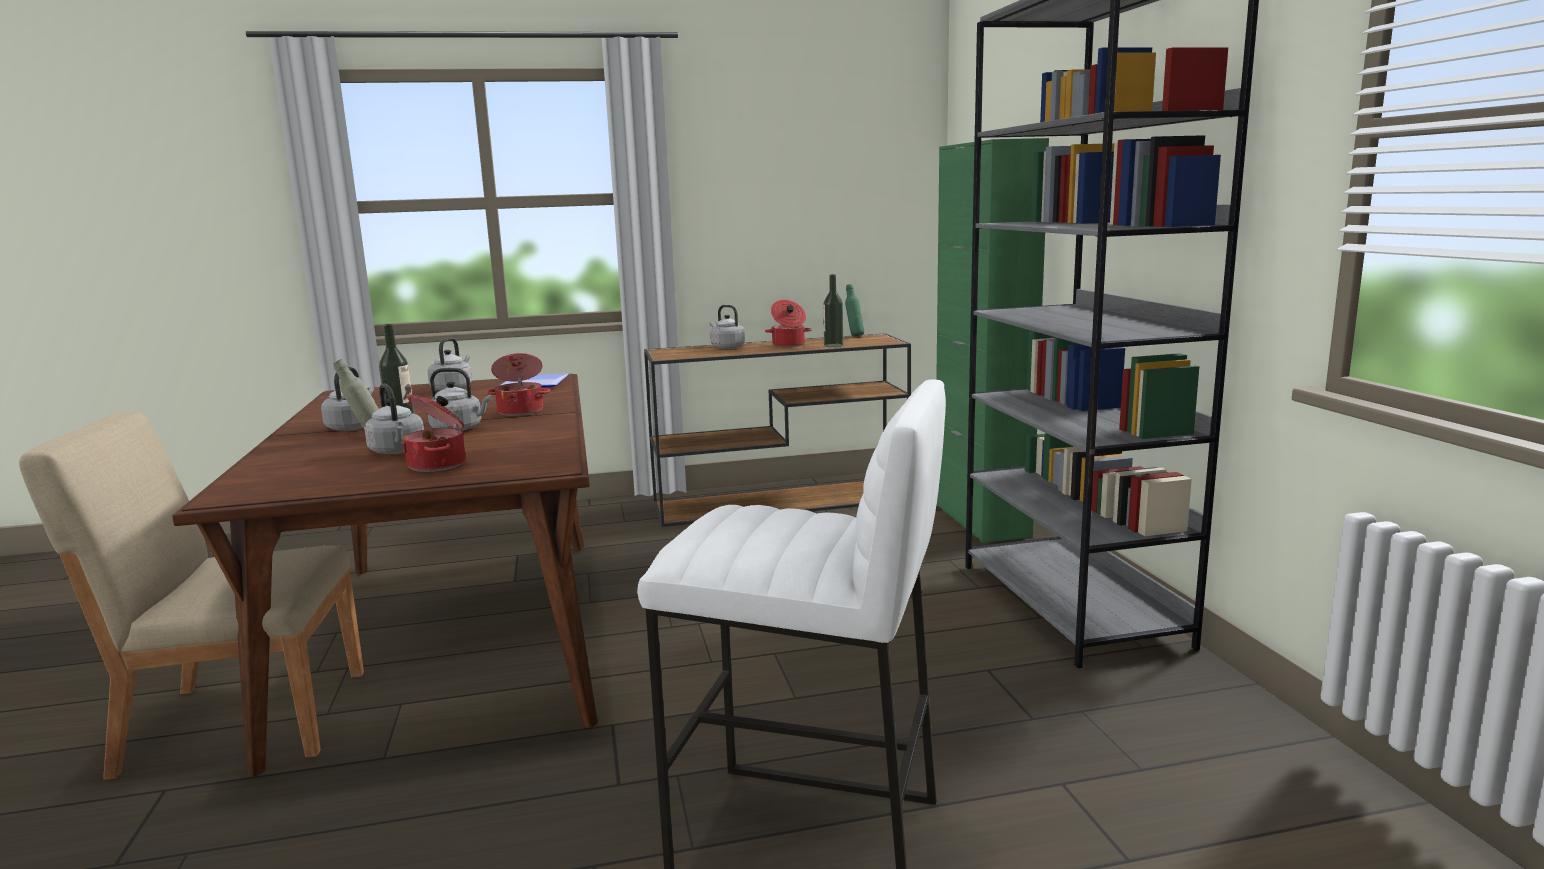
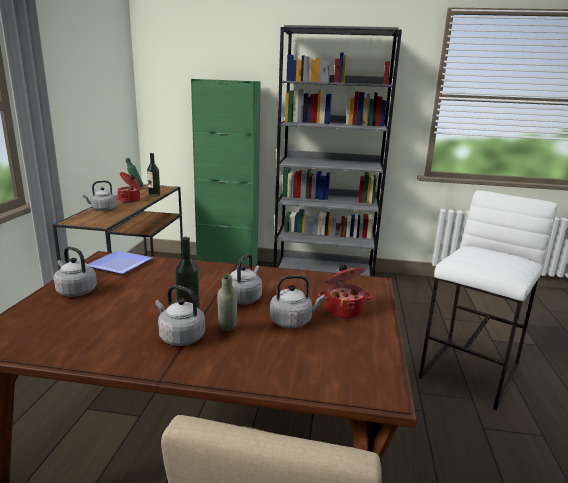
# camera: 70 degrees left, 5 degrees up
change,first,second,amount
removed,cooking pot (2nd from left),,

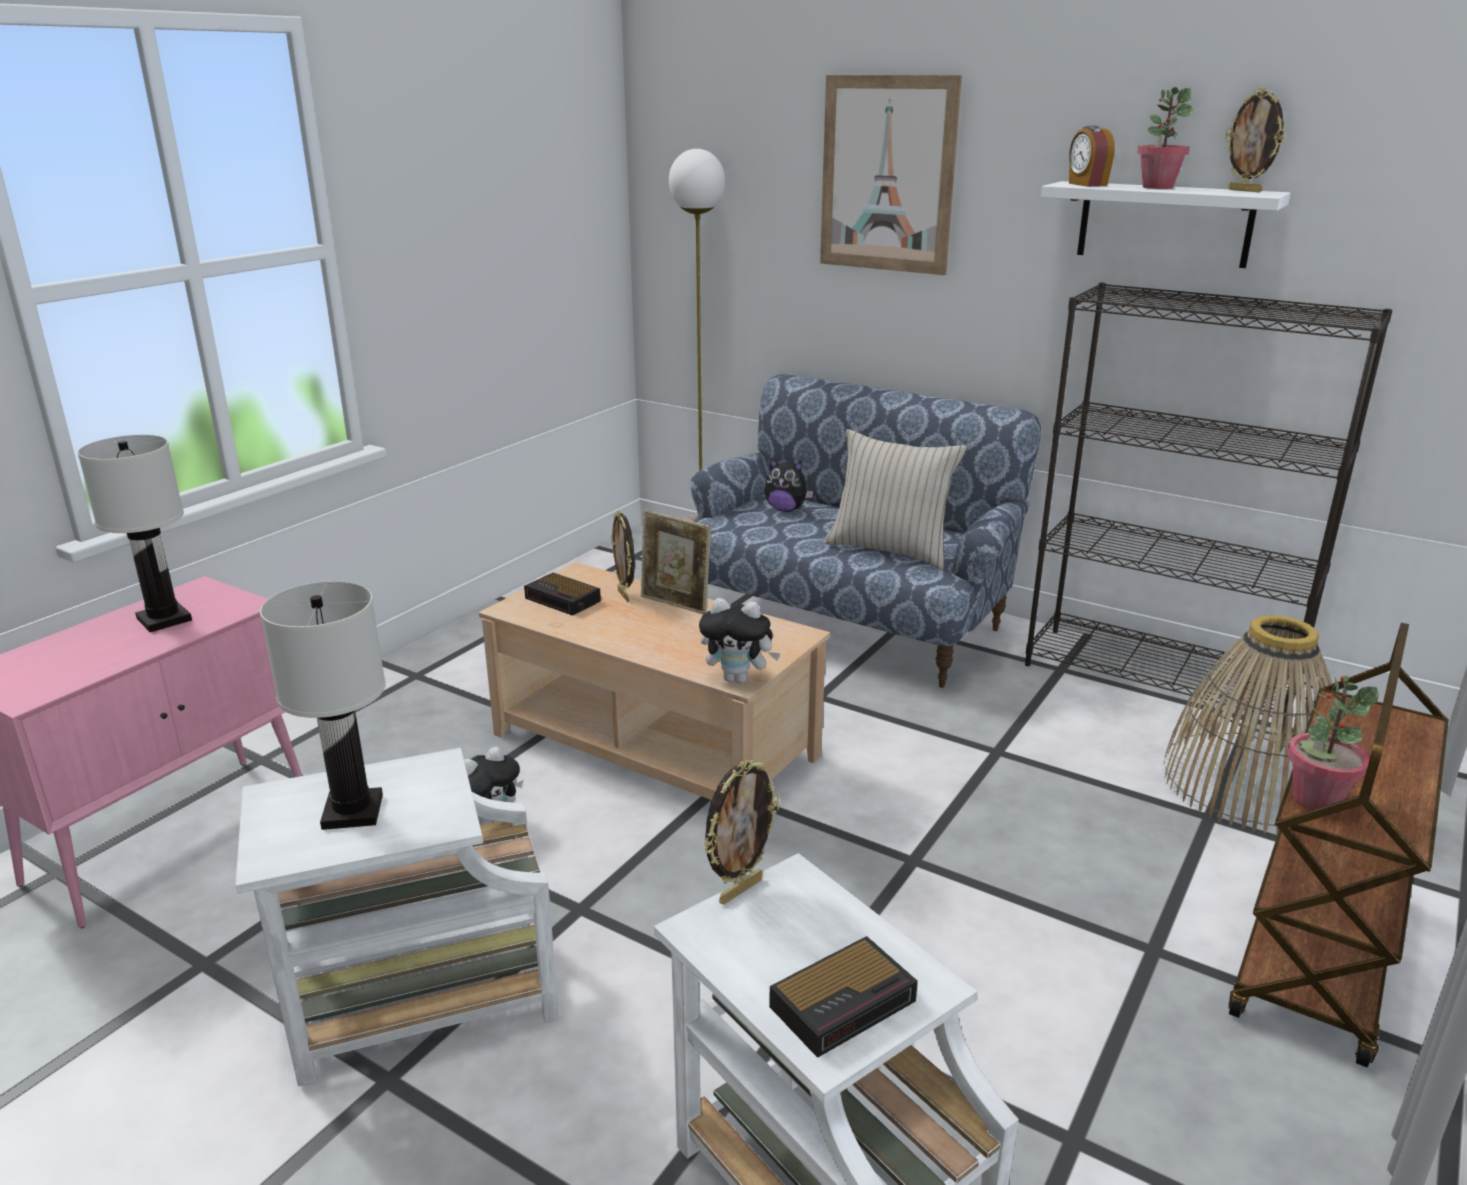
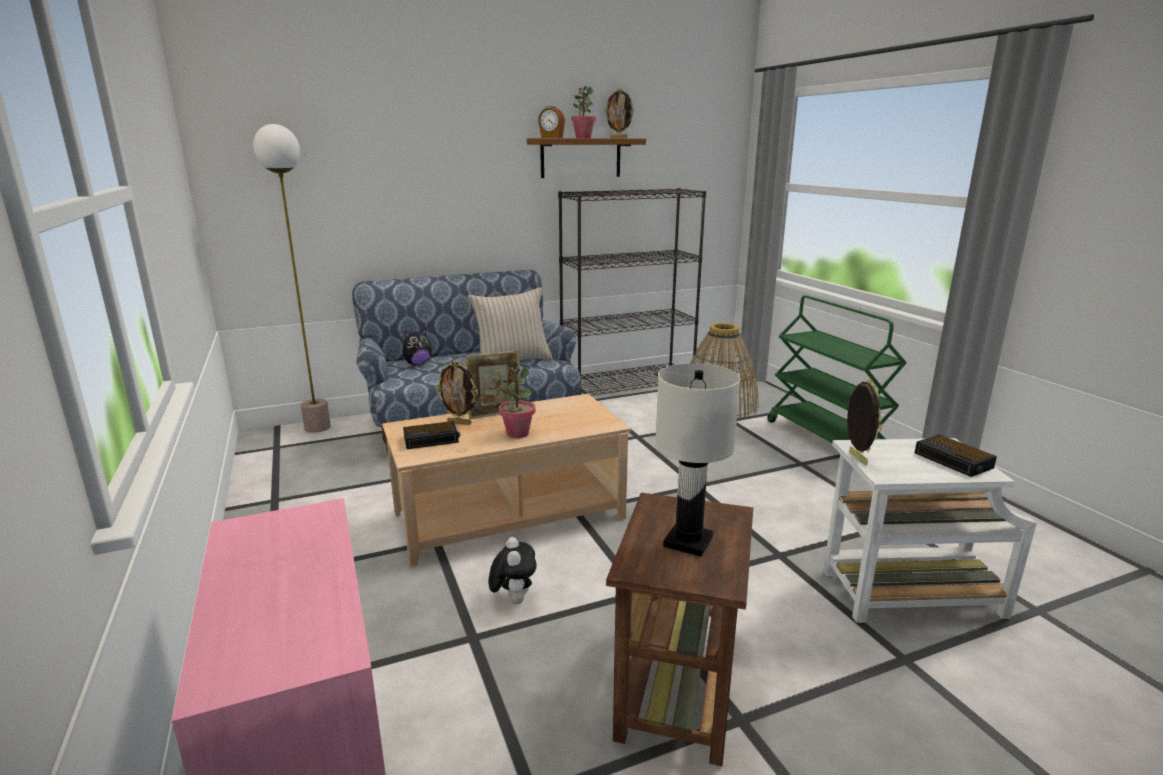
# camera: 55 degrees left, 5 degrees down
change,first,second,amount
moved,potted plant (2nd from left in the first image),potted plant (1st from left),
recoloured,white shelf,brown shelf,
recoloured,white side table (1st from left),brown side table,
recoloured,brown cart,green cart,
turned,alarm clock (2nd from left in the first image),alarm clock (3rd from left),150 degrees clockwise
removed,white table lamp (1st from left),,
removed,plush toy (2nd from left),,
removed,picture,,

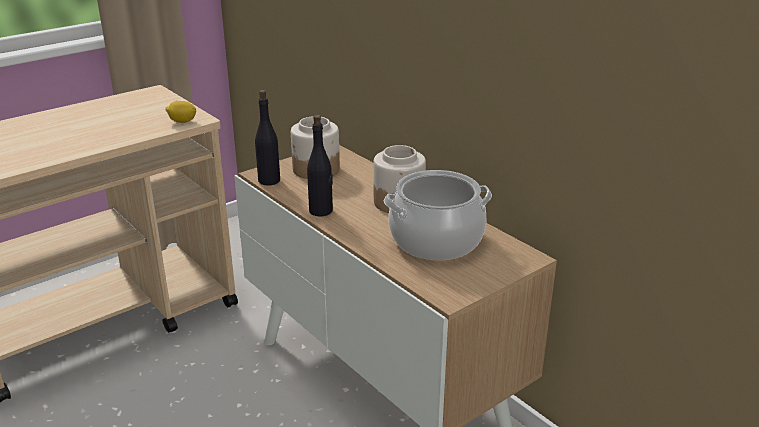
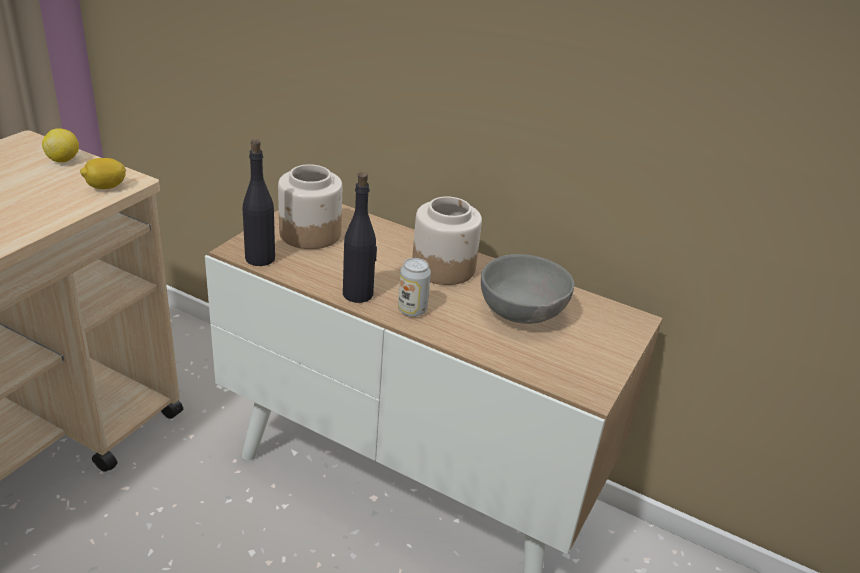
# camera: 25 degrees left, 5 degrees up
change,first,second,amount
added,,lemon (1st from left),
added,,can,
replaced,cooking pot,grey bowl,

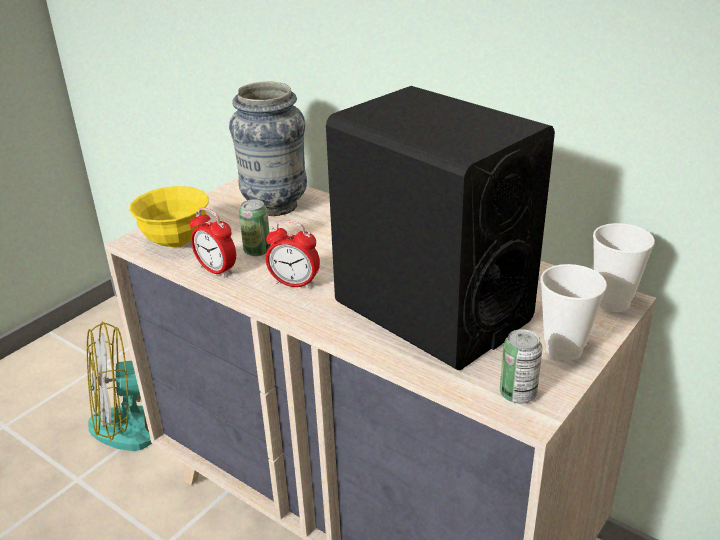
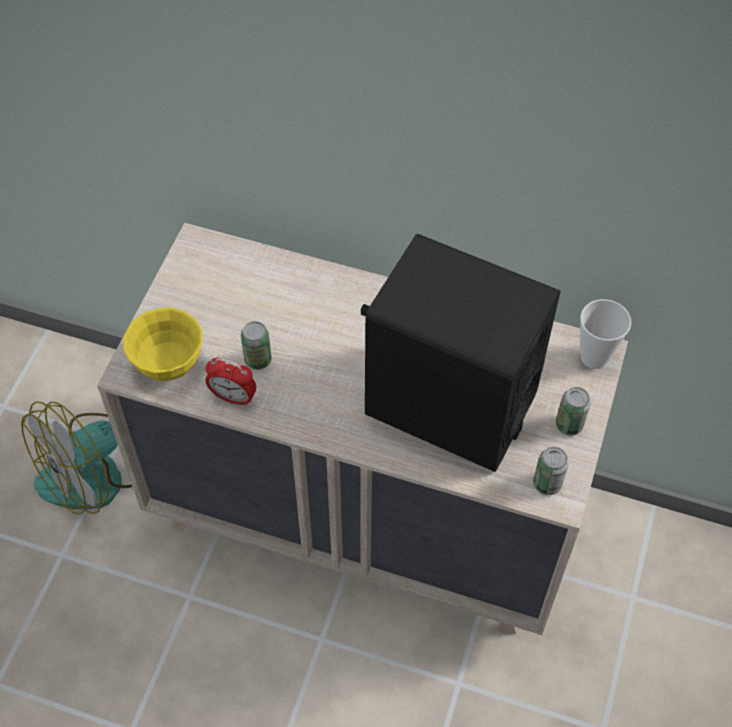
# camera: 20 degrees left, 25 degrees up
change,first,second,amount
replaced,cup (1st from left),can (3rd from left),
removed,vase,,
removed,alarm clock (2nd from left),,

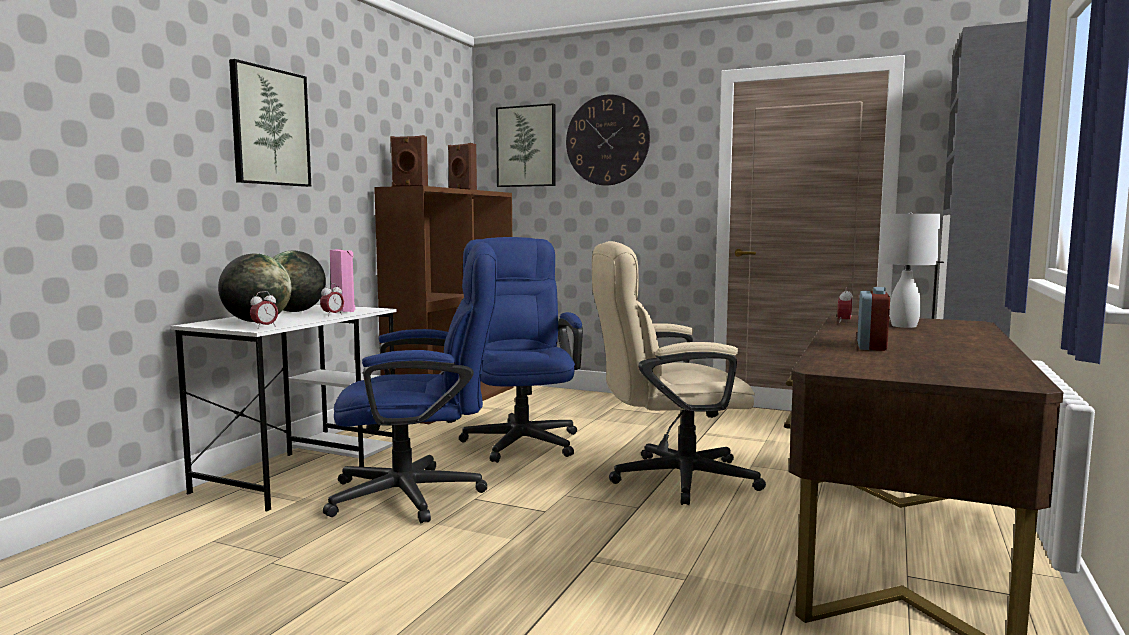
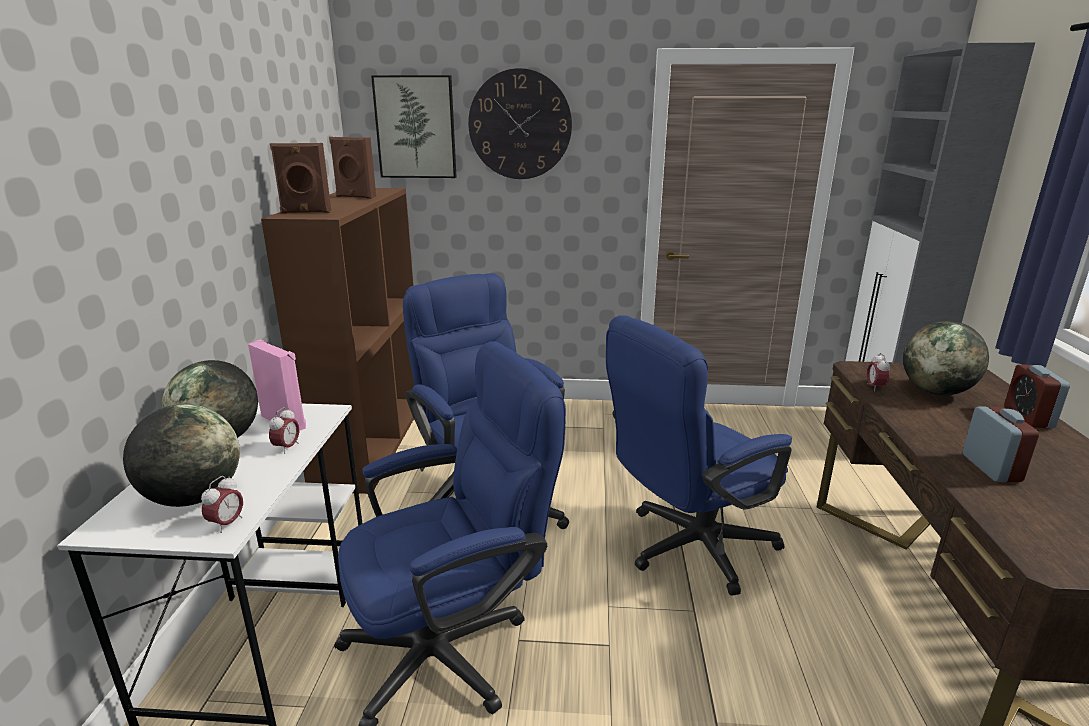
# camera: 20 degrees left, 15 degrees up
change,first,second,amount
recoloured,beige office chair,blue office chair (3rd from left),
replaced,white table lamp,globe (3rd from left),
added,,alarm clock (5th from left),
removed,picture (1st from left),,

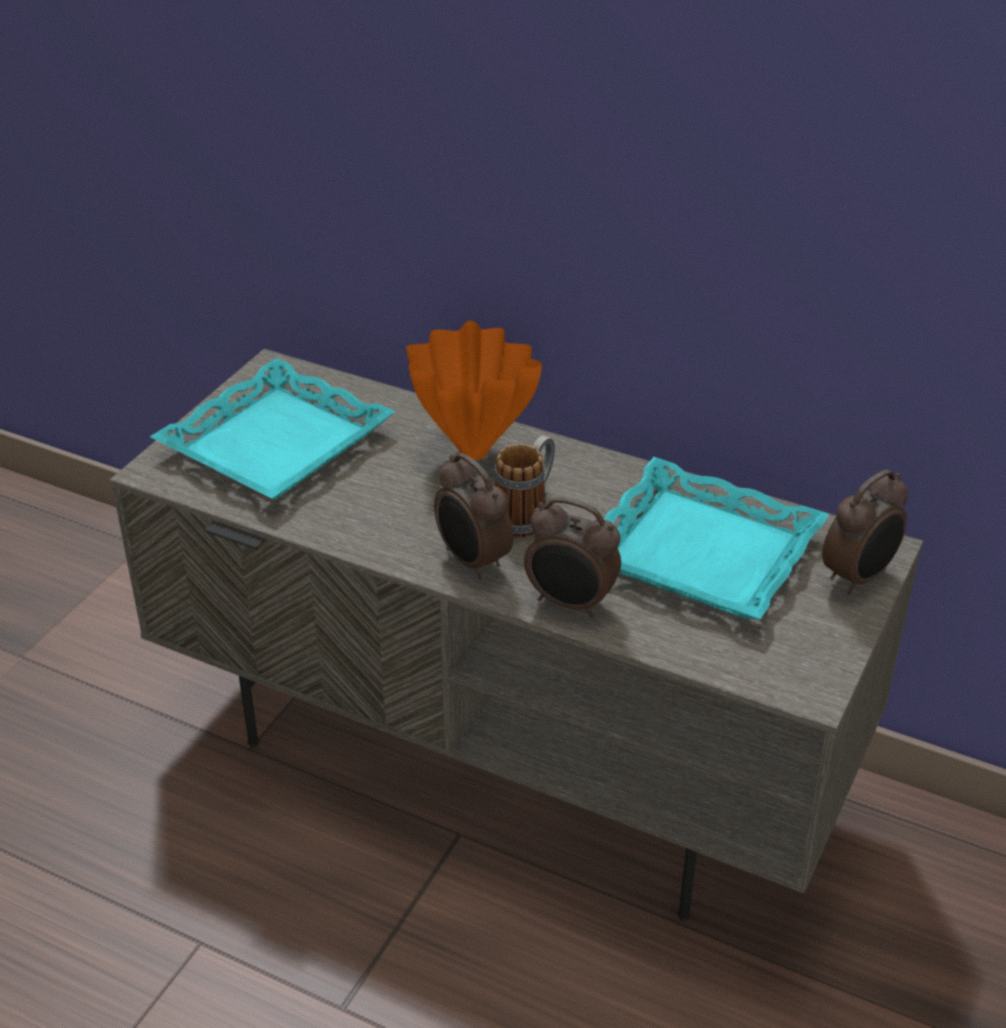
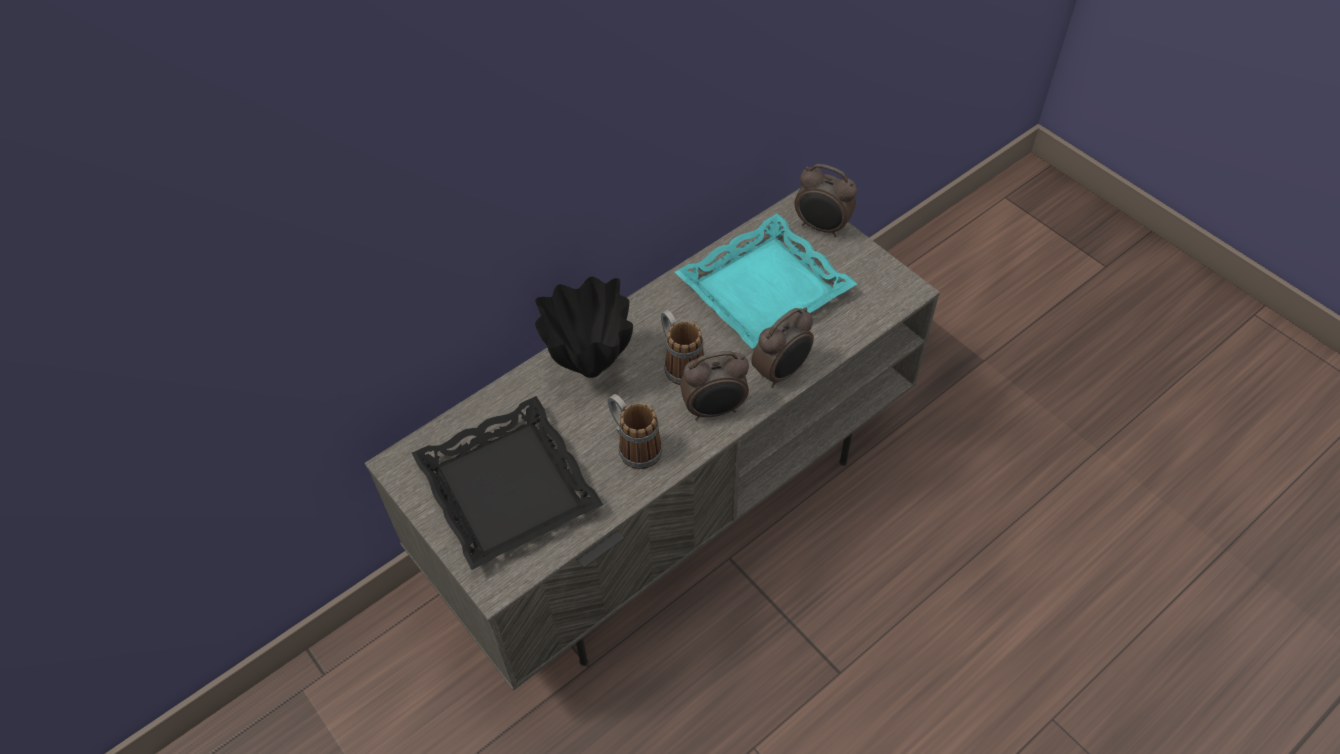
# camera: 65 degrees left, 15 degrees up
change,first,second,amount
recoloured,turquoise tray (1st from left),black tray,
recoloured,orange vase,black vase,
added,,mug (1st from left),
turned,alarm clock (3rd from left),,135 degrees clockwise

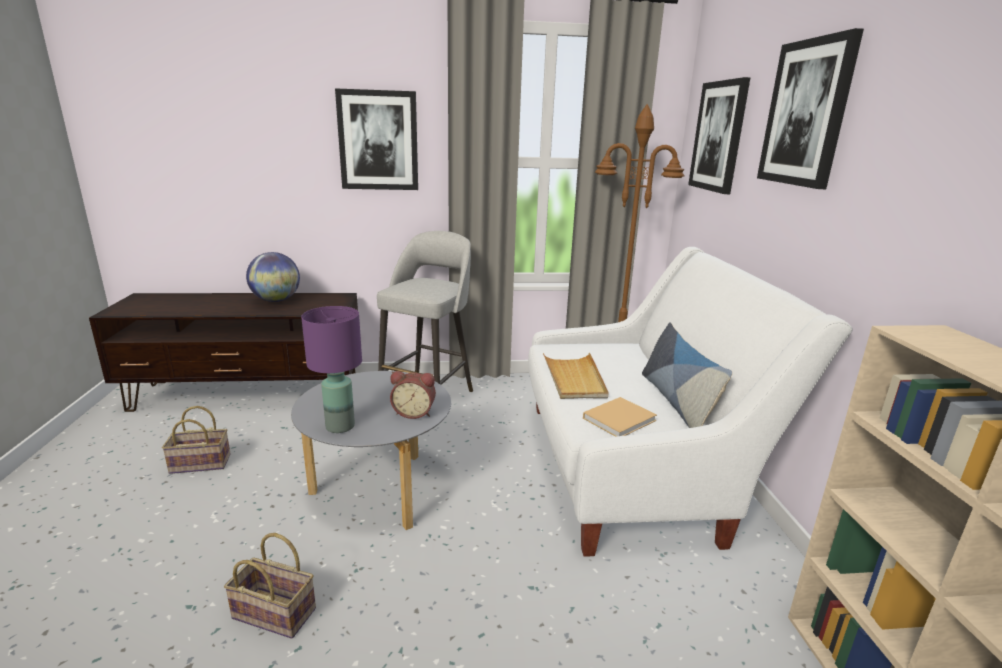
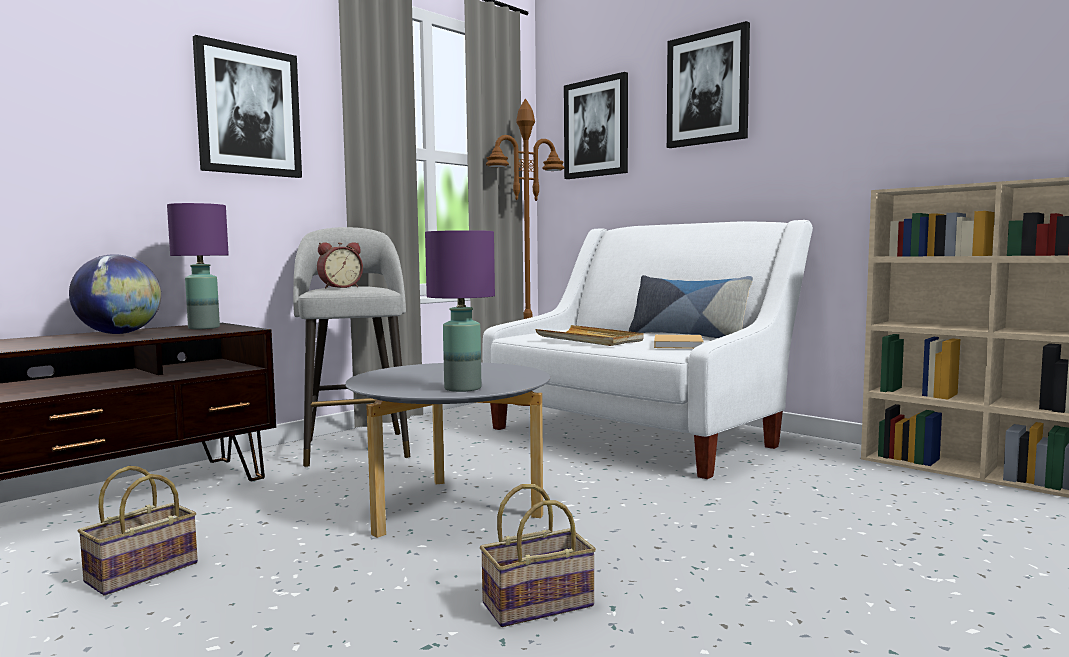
# camera: 40 degrees left, 15 degrees down
change,first,second,amount
added,,purple table lamp (1st from left),
moved,alarm clock,,

